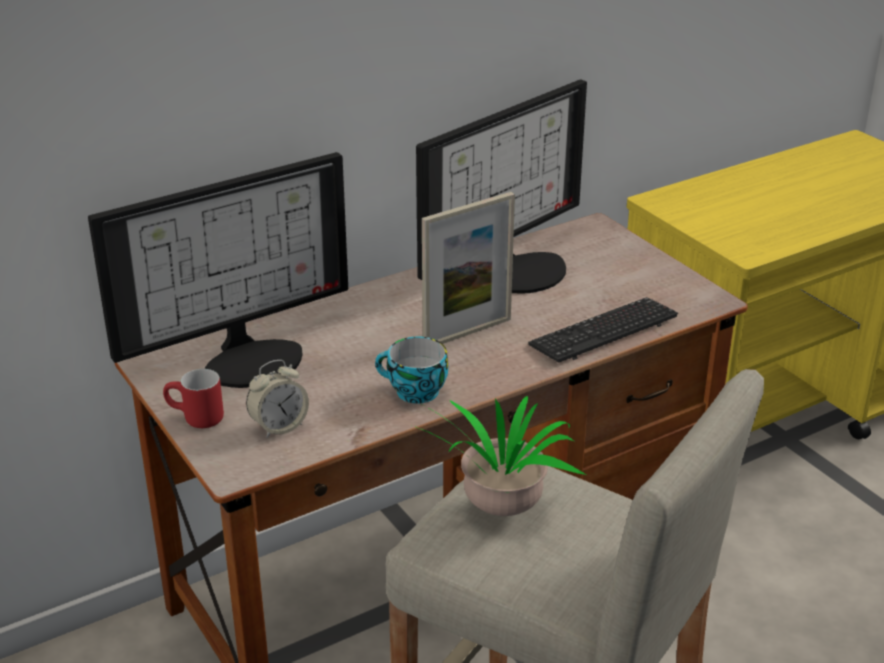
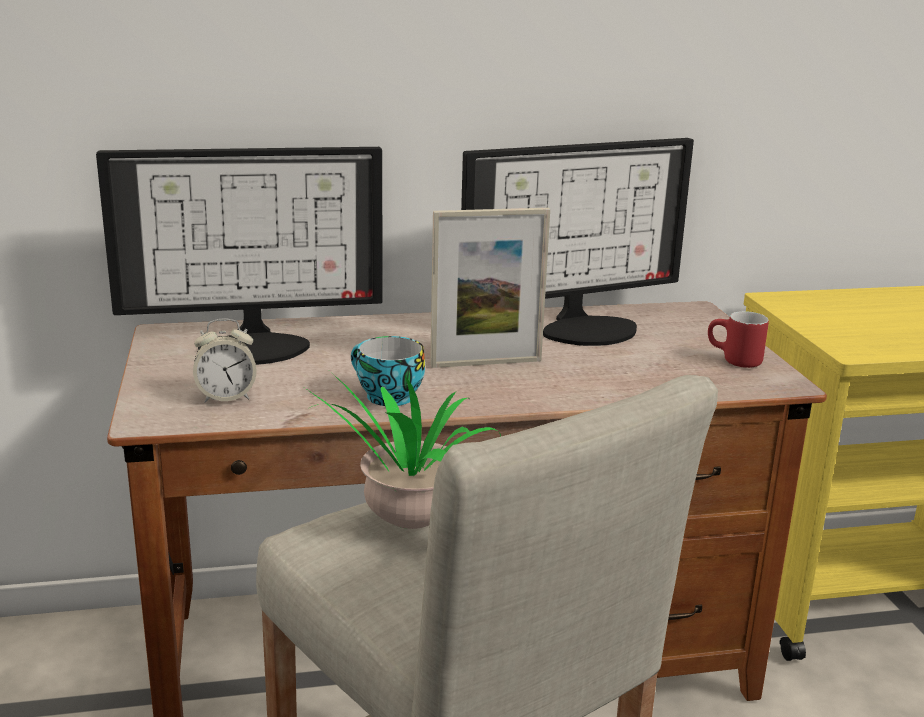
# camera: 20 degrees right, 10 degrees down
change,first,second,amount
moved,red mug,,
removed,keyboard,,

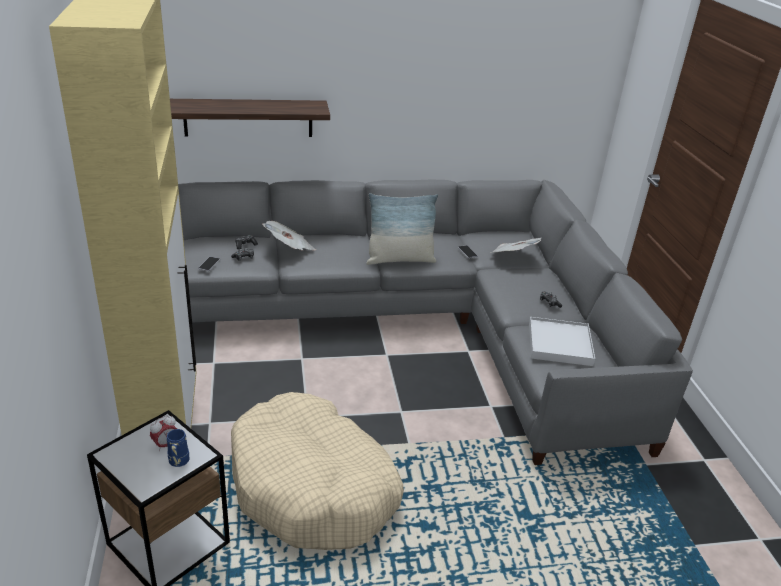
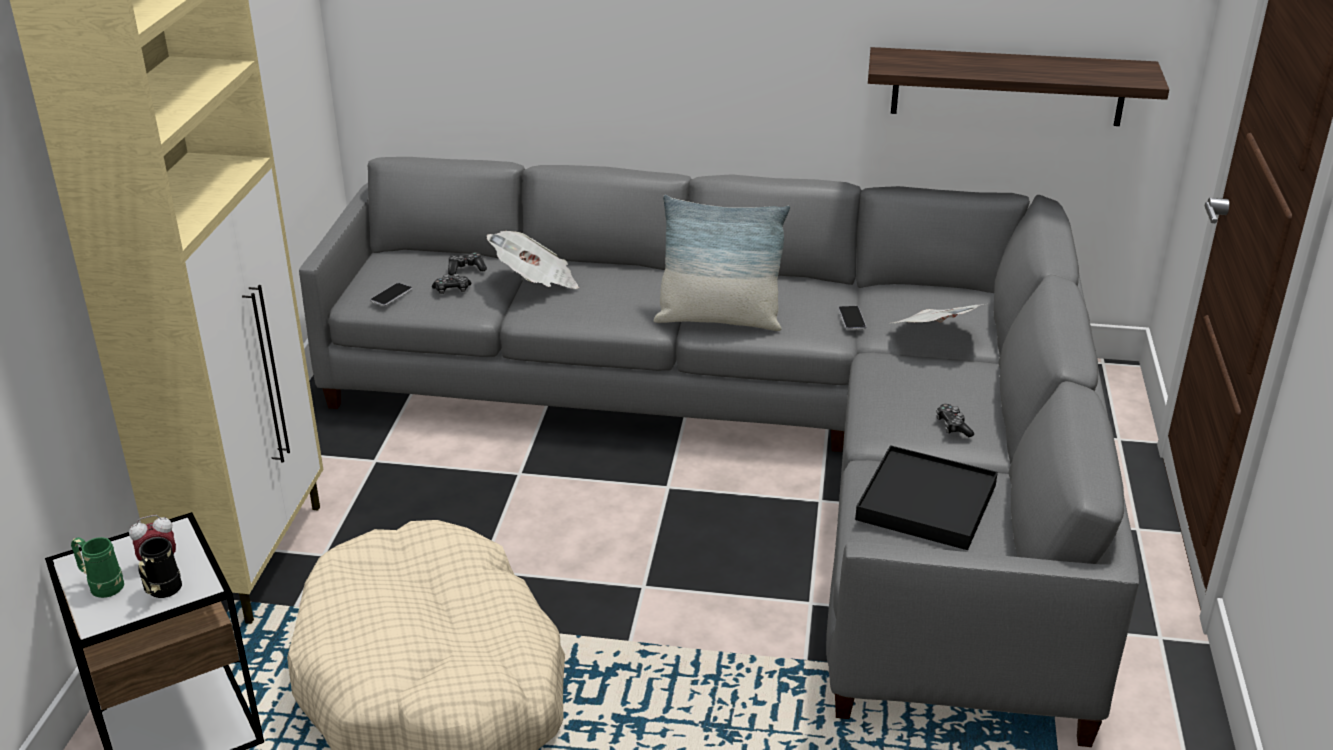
# camera: 20 degrees right, 0 degrees up
change,first,second,amount
added,,green mug,
recoloured,blue mug,black mug,
recoloured,white tray,black tray,
moved,shelf,,

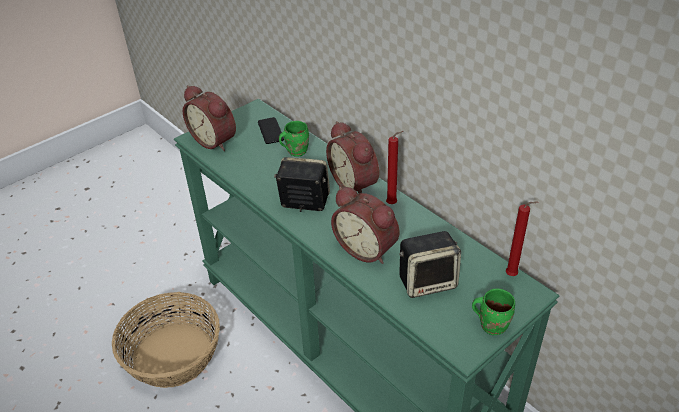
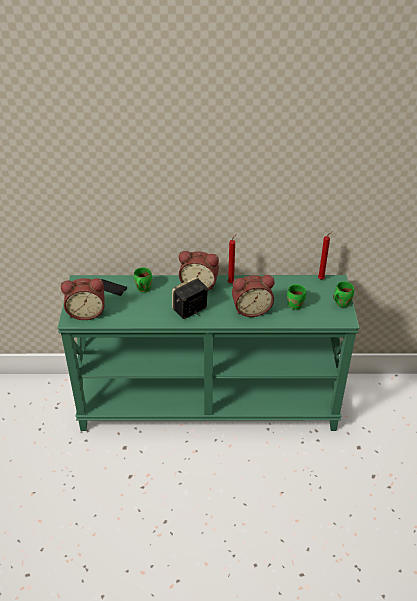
# camera: 50 degrees left, 0 degrees up
change,first,second,amount
replaced,speaker (2nd from left),green mug (2nd from left),
removed,basket,,

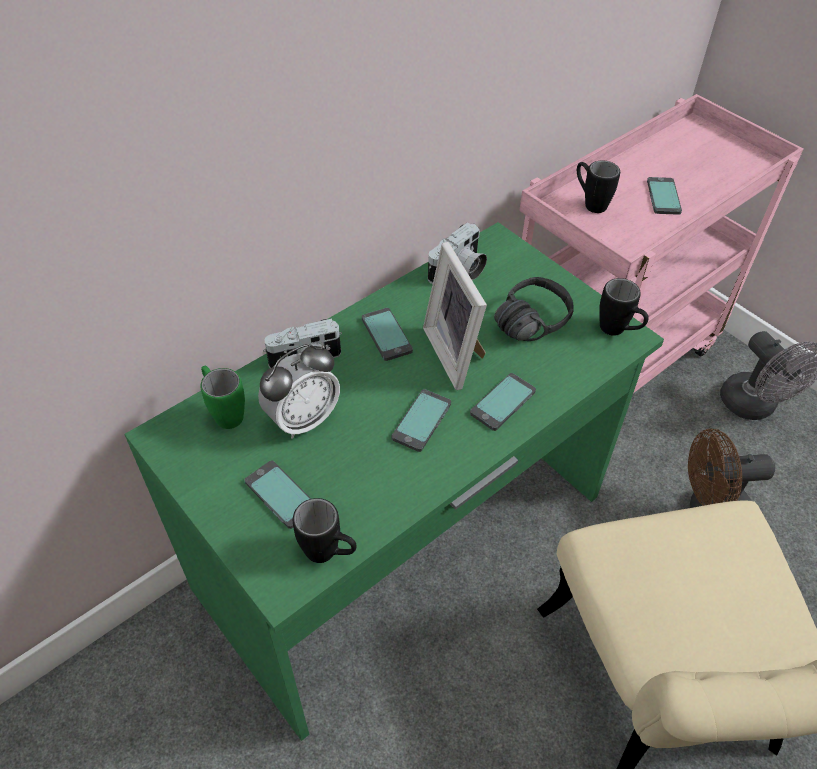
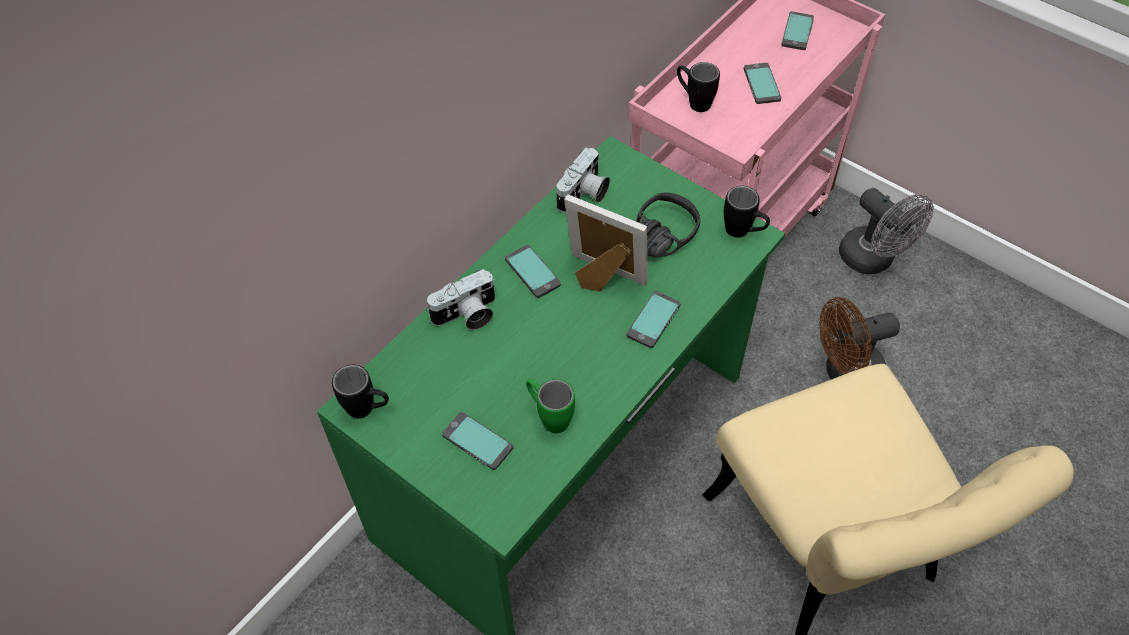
# camera: 10 degrees left, 5 degrees up
change,first,second,amount
moved,black mug (1st from left),,
moved,green mug,,
turned,picture frame,,150 degrees clockwise
moved,phone (3rd from left in the first image),phone (5th from left),
removed,alarm clock,,

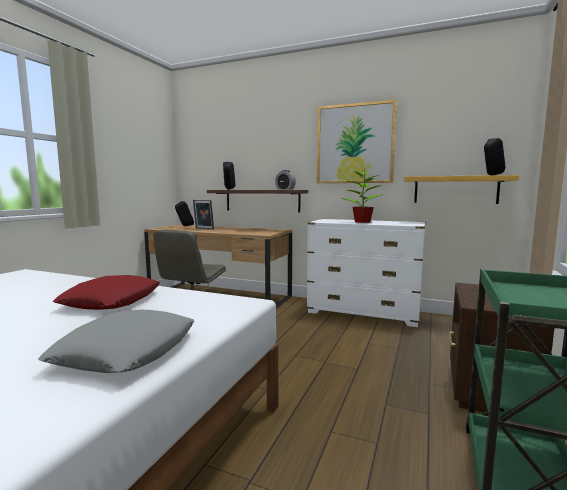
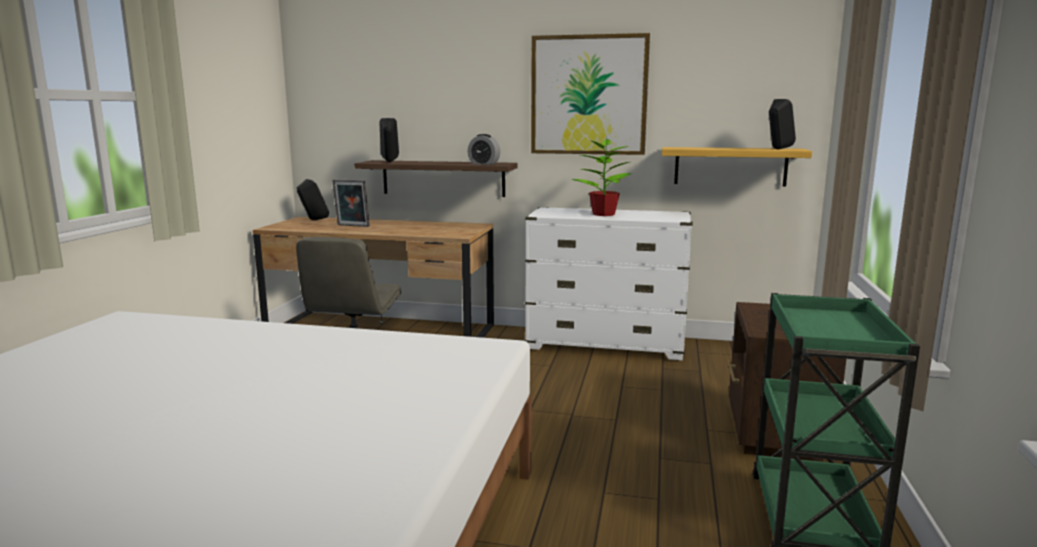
# camera: 10 degrees left, 5 degrees up
change,first,second,amount
removed,grey pillow,,
removed,red pillow,,

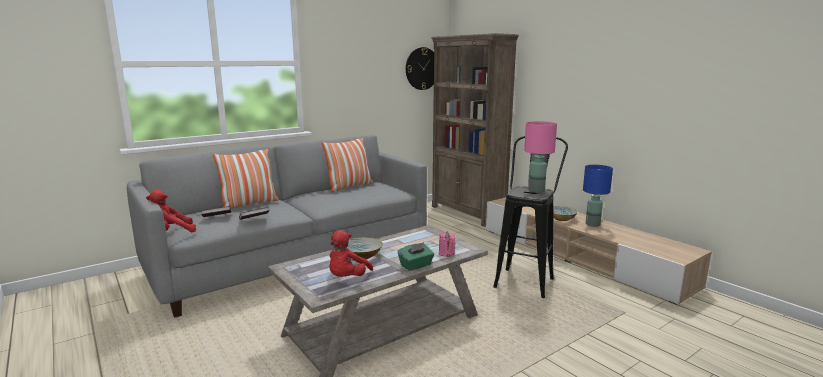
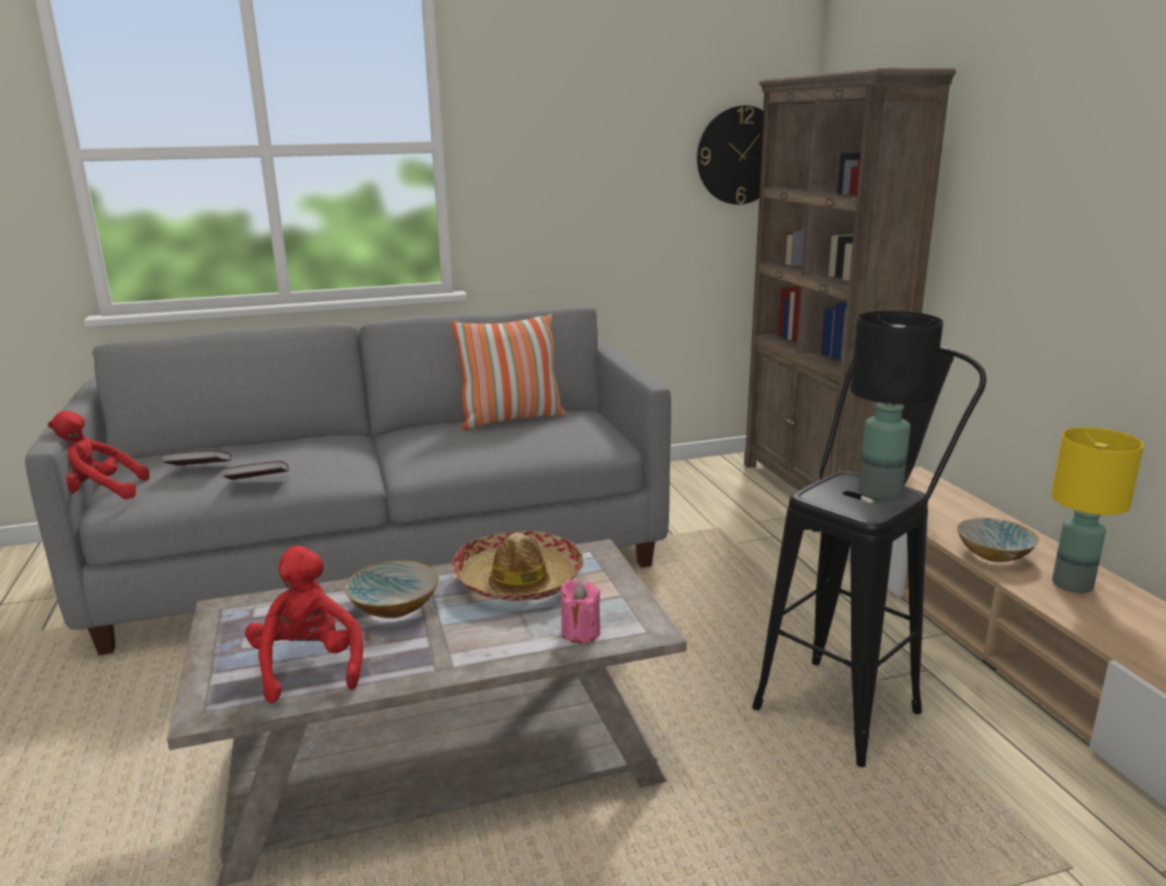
# camera: 20 degrees right, 5 degrees up
change,first,second,amount
turned,red plush toy (2nd from left),,120 degrees clockwise
added,,hat,
recoloured,pink table lamp,black table lamp,
recoloured,blue table lamp,yellow table lamp,
removed,pillow (1st from left),,
removed,green tissue box,,

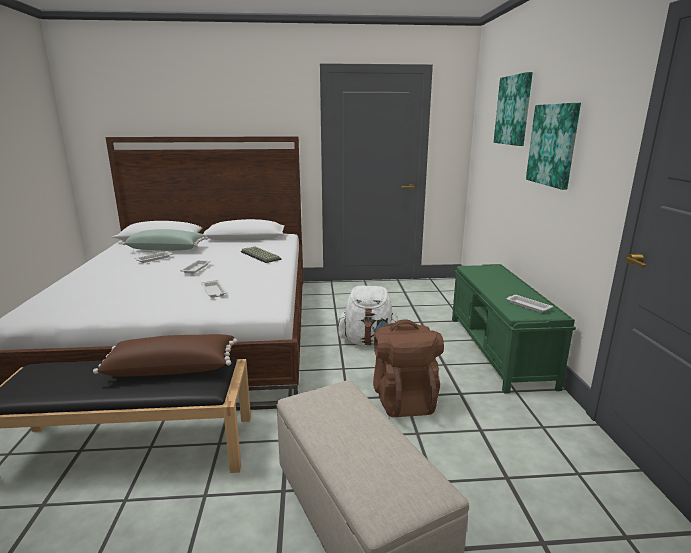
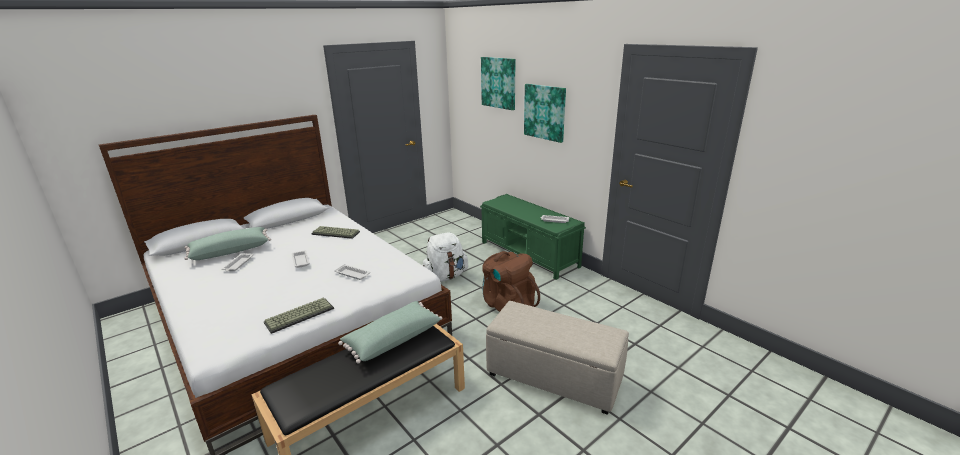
# camera: 35 degrees left, 5 degrees up
change,first,second,amount
added,,keyboard (1st from left),
recoloured,brown pillow,green pillow (2nd from left),

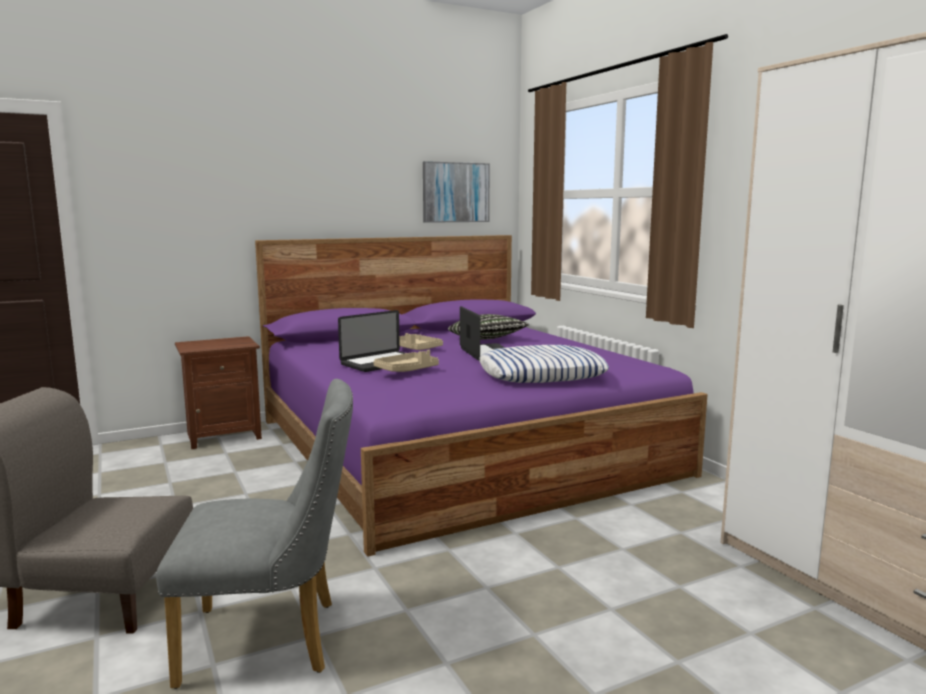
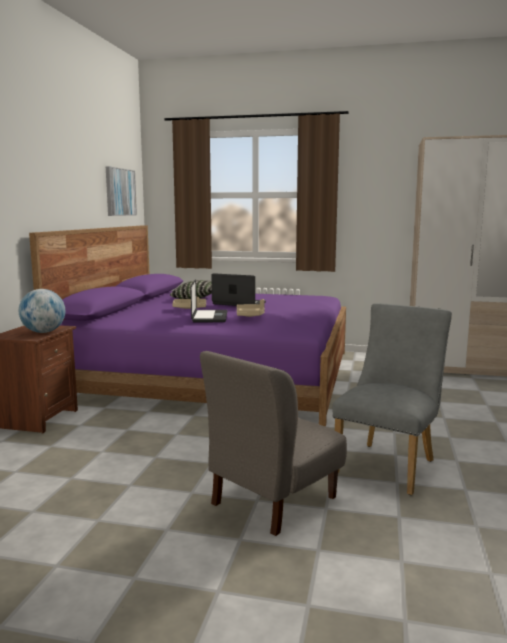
# camera: 50 degrees left, 0 degrees up
change,first,second,amount
added,,globe,
removed,pillow (2nd from left),,

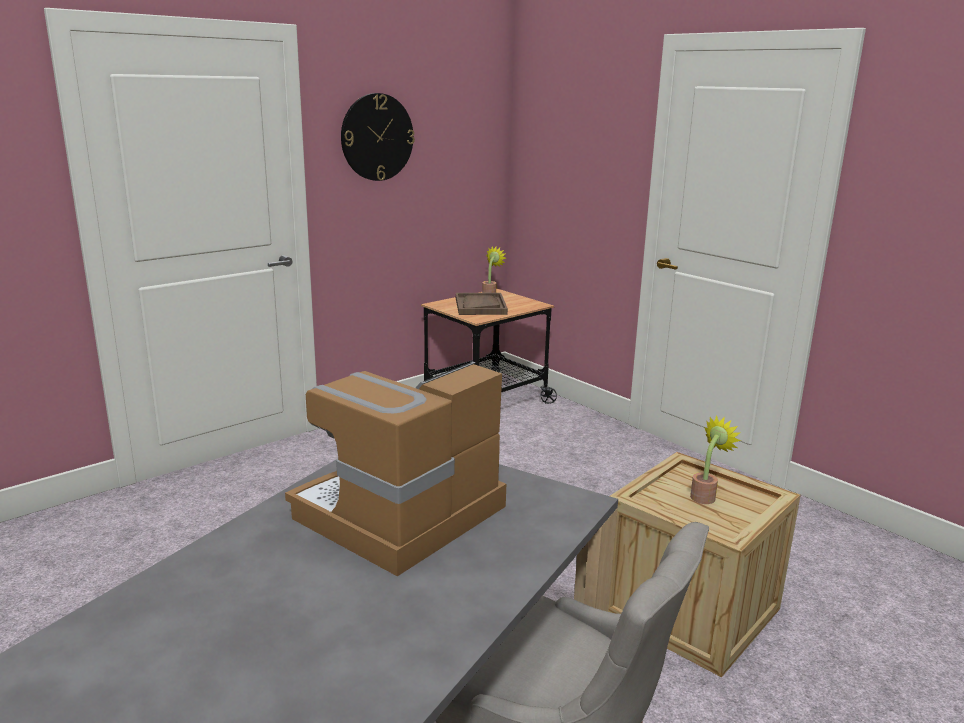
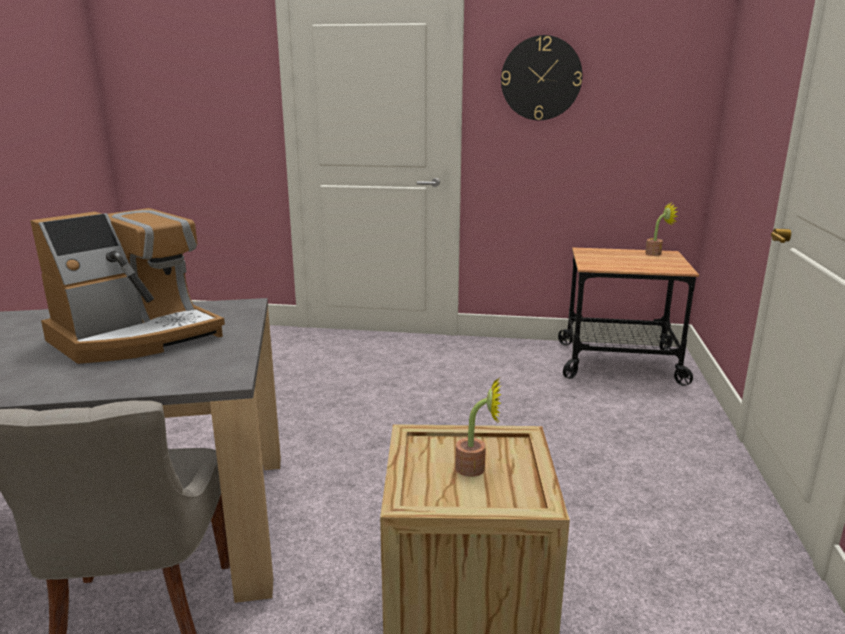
# camera: 50 degrees right, 0 degrees up
change,first,second,amount
turned,coffee machine,,135 degrees clockwise
removed,brown tray,,

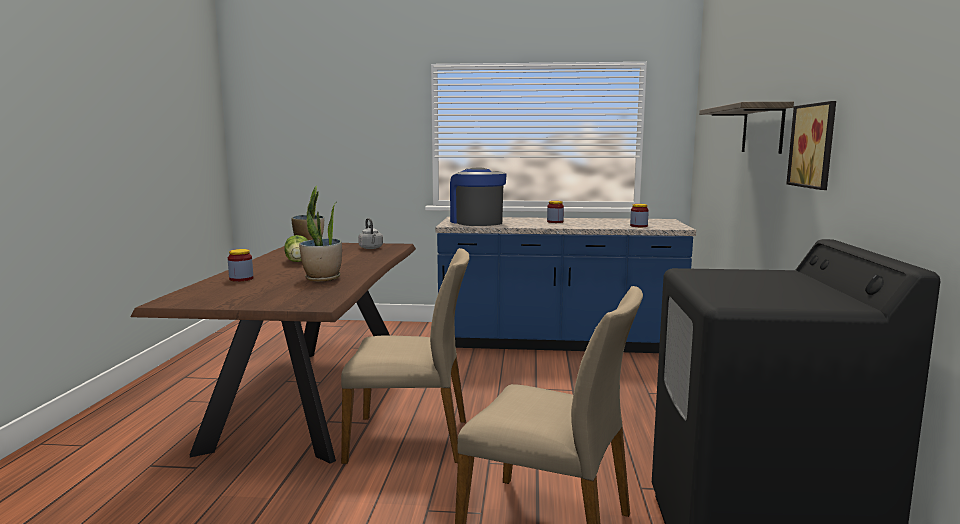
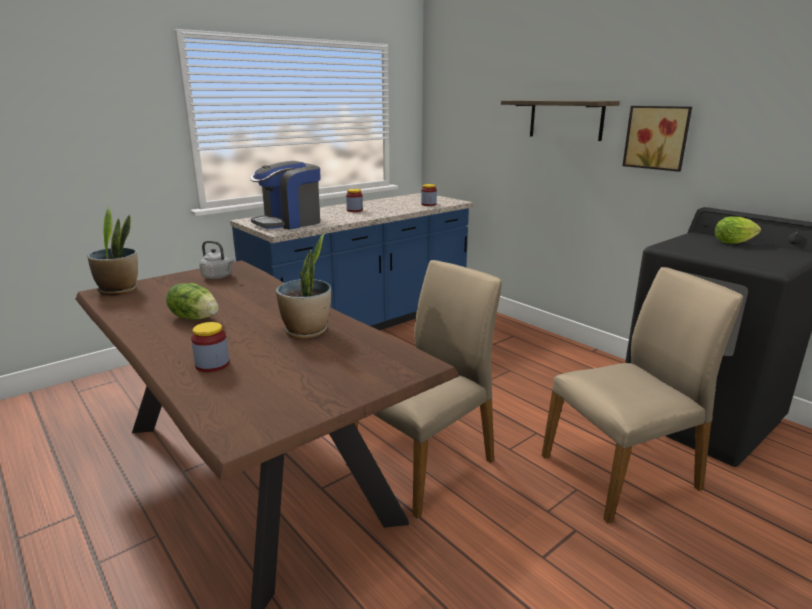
# camera: 45 degrees left, 10 degrees up
change,first,second,amount
turned,coffee machine,,60 degrees counterclockwise
added,,lettuce (2nd from left),

